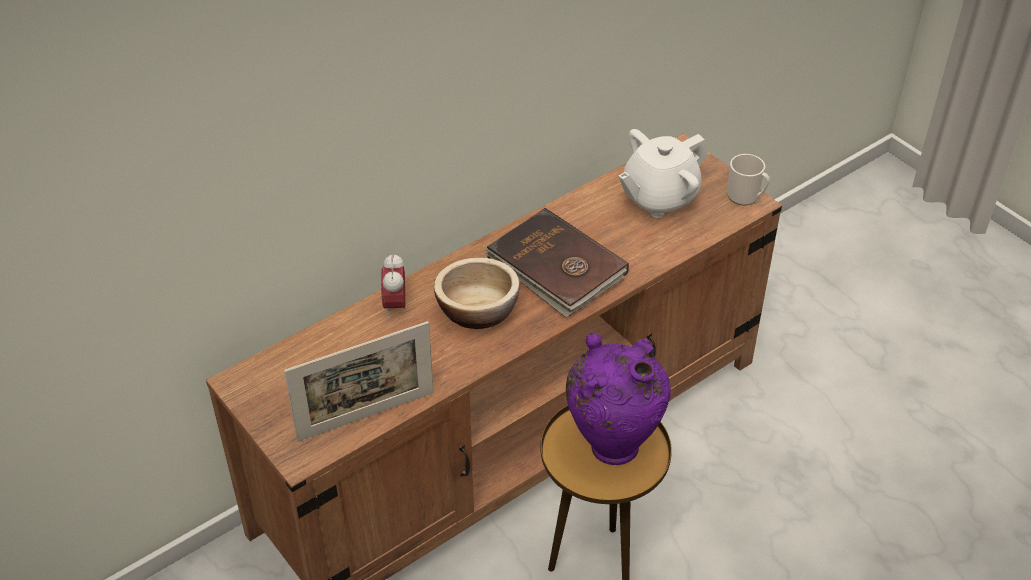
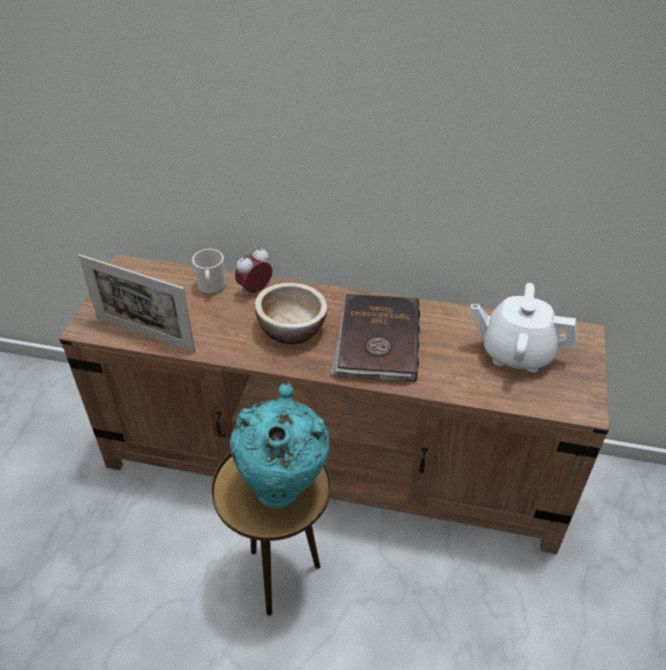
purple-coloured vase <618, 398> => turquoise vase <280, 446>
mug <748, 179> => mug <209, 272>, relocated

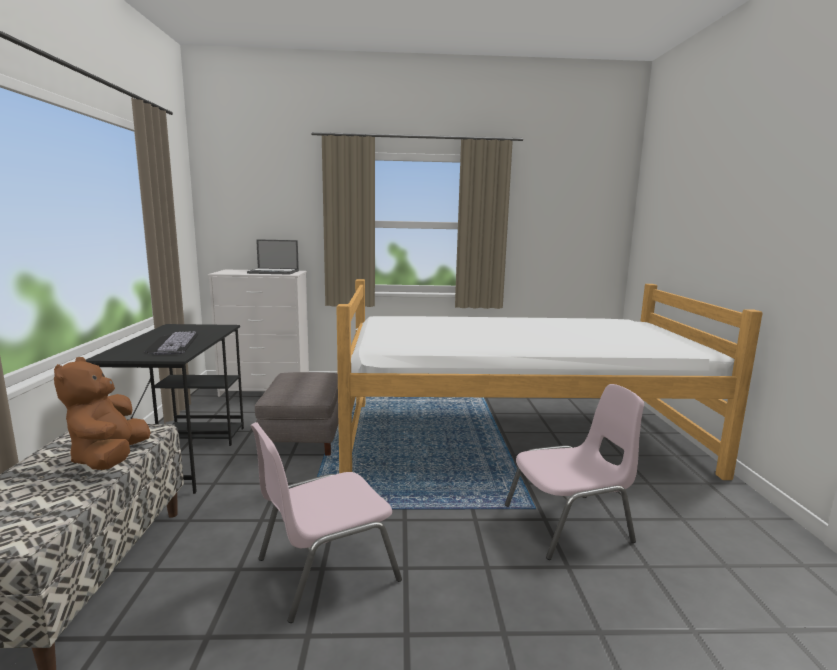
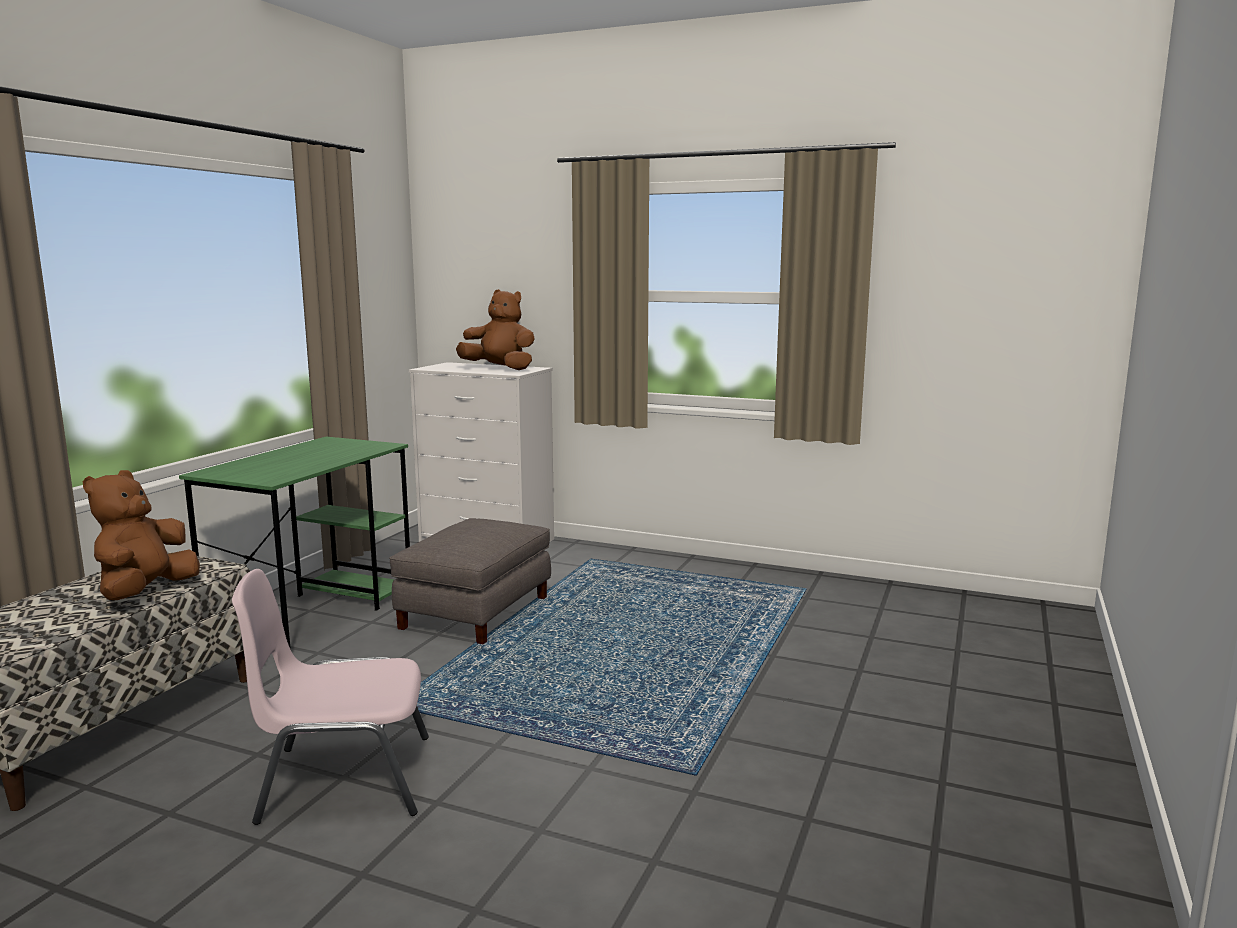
blackish desk table <165, 409> => green desk table <294, 543>
keyboard <171, 343> => nothing
laptop <273, 257> => brown-coloured plush toy <495, 329>
bed <549, 379> => nothing
pink chair <574, 472> => nothing

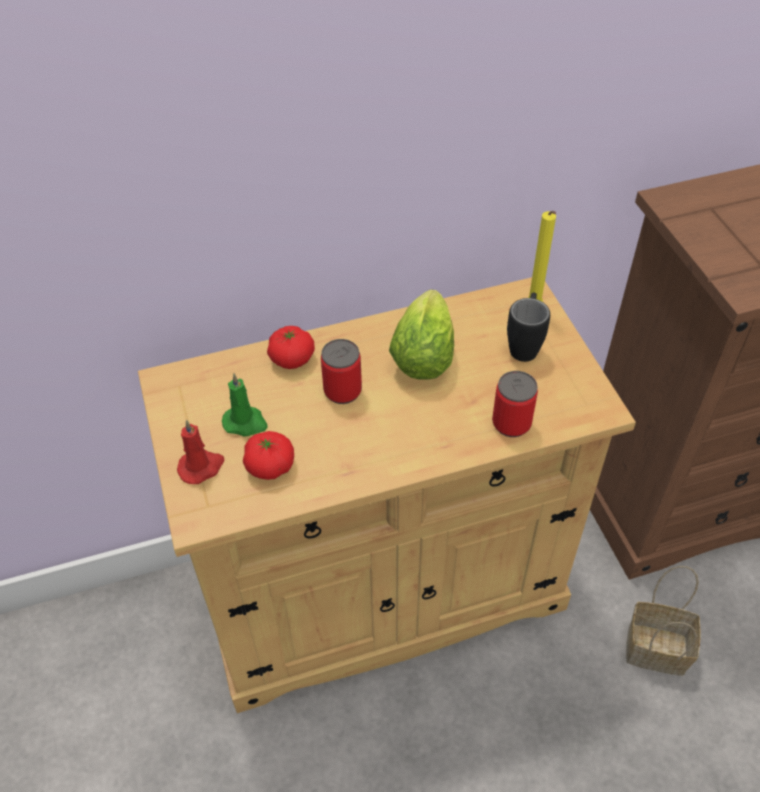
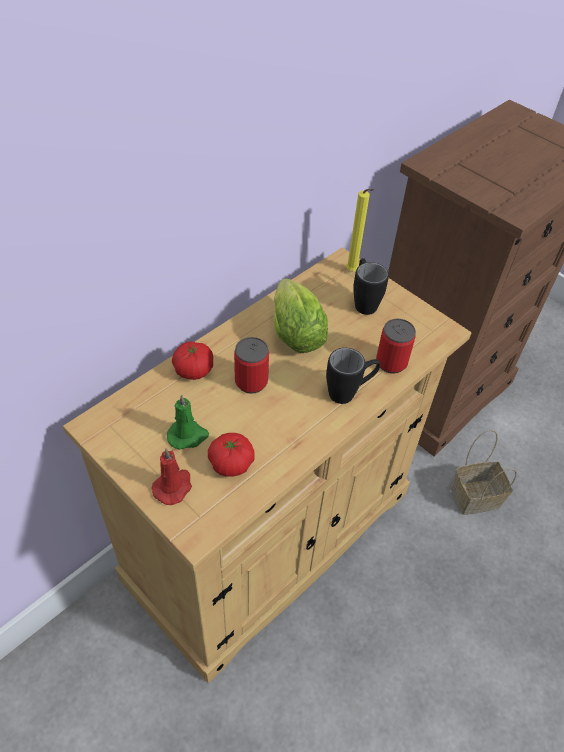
nothing => blackish mug <353, 376>

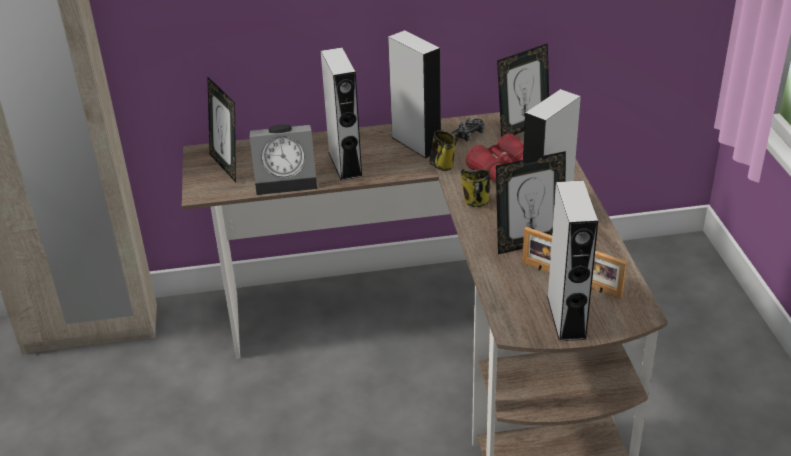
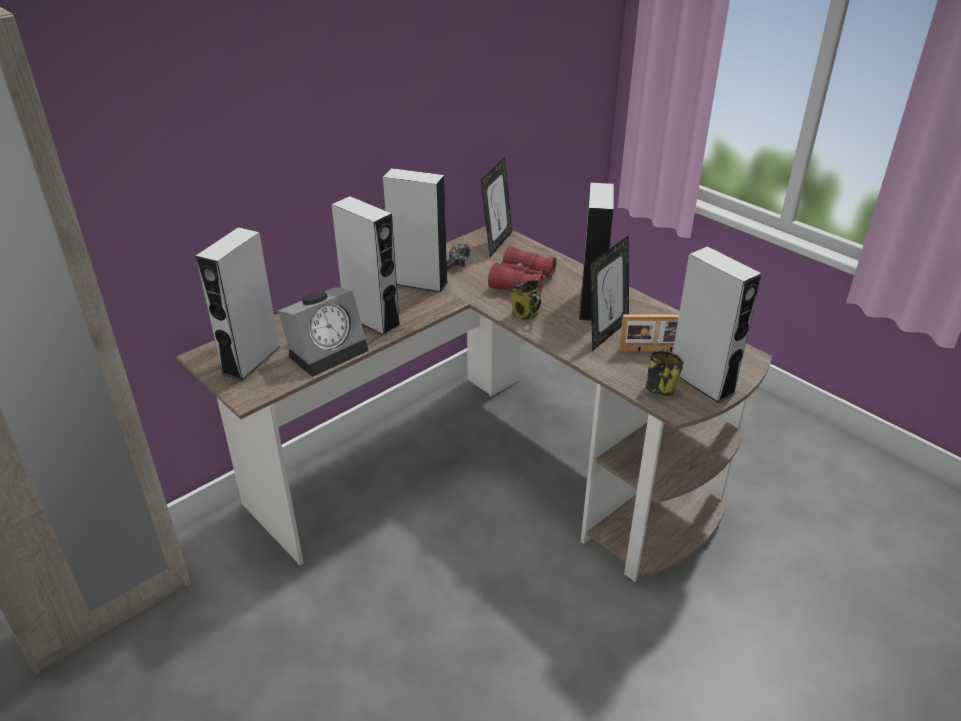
picture frame <221, 129> => grey loudspeaker <238, 304>
mug <444, 150> => mug <665, 372>, relocated

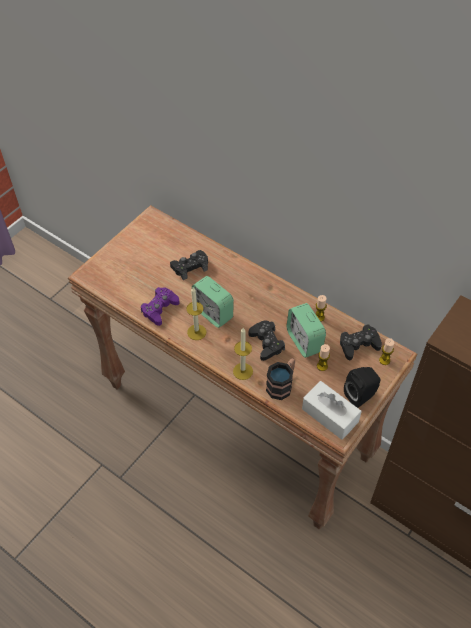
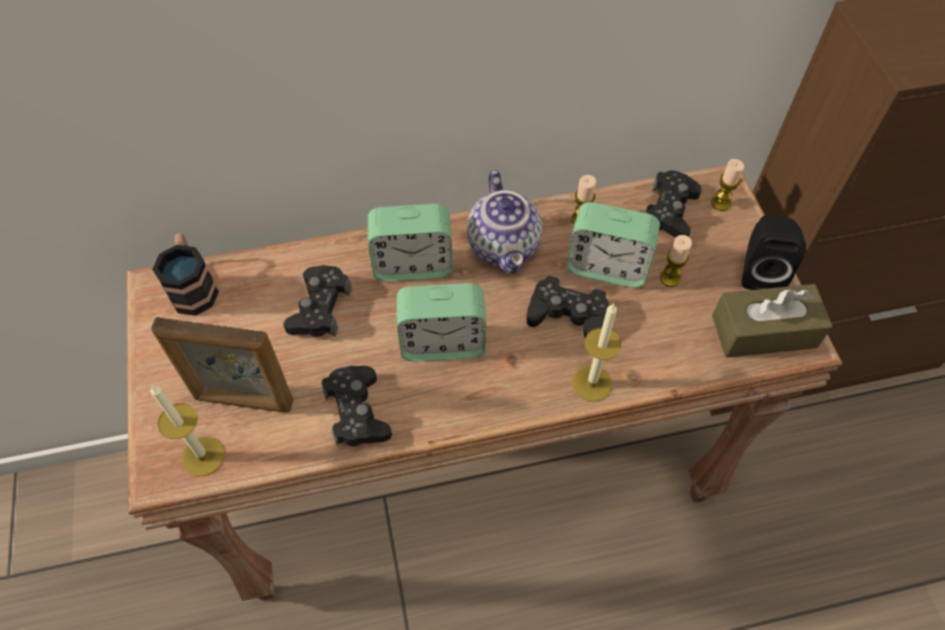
purple-coloured gamepad <160, 306> => blackish gamepad <356, 406>
wax candle <196, 313> => wax candle <187, 430>, relocated
mug <280, 379> => mug <185, 274>, relocated
white tissue holder <332, 410> => brown-coloured tissue holder <772, 321>
nothing => picture frame <222, 365>
nothing => bedside clock <410, 243>
nothing => teapot <504, 222>

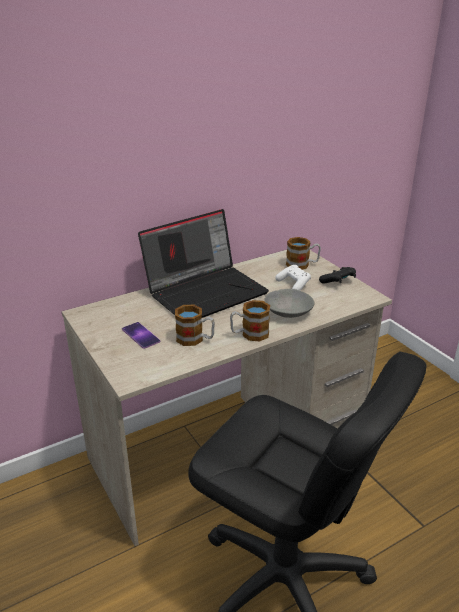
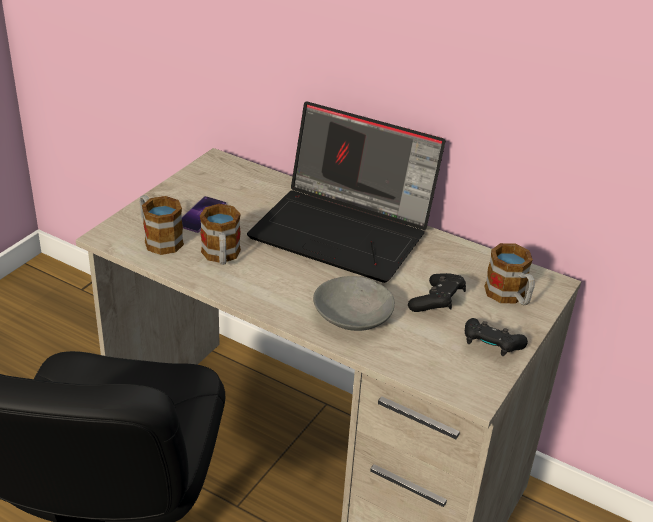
mug <250, 320> => mug <162, 225>, relocated
white gamepad <293, 278> => blackish gamepad <437, 292>

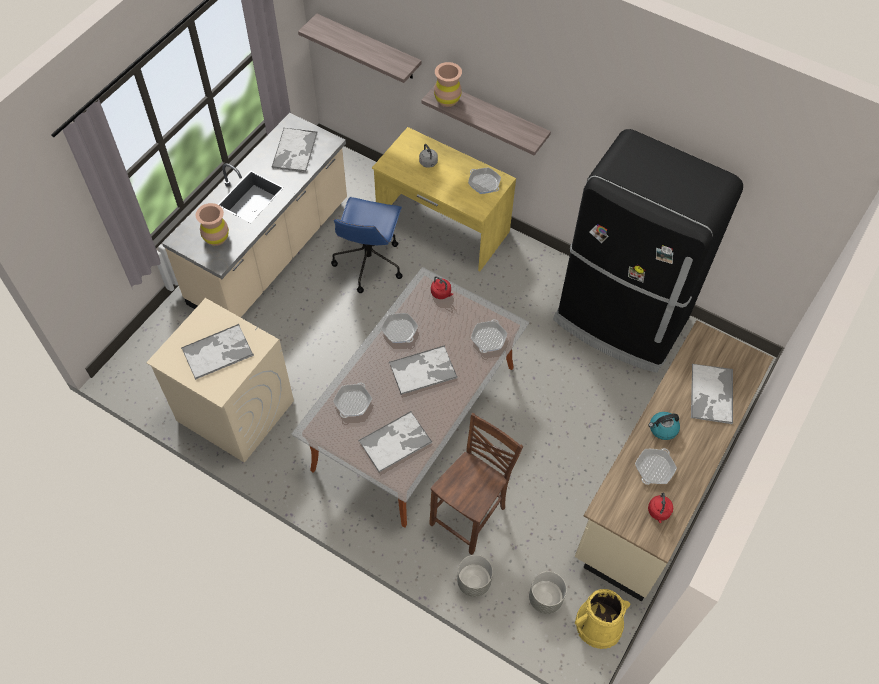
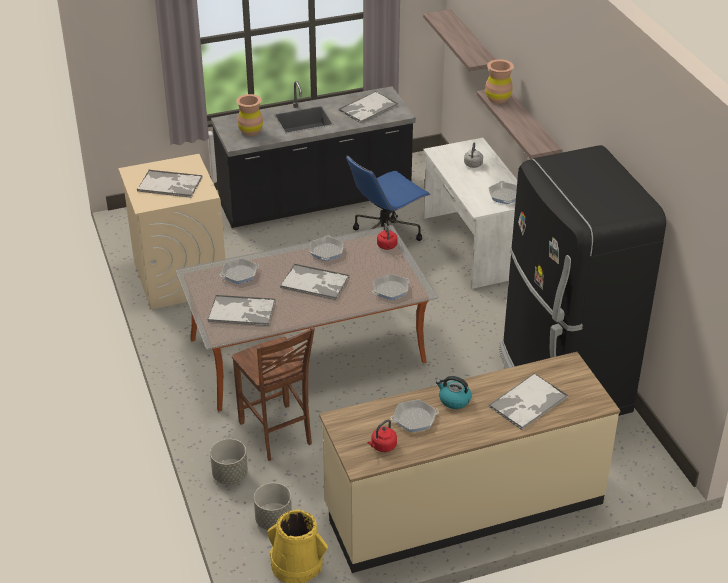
sand-coloured kitchen base unit <254, 215> => blackish kitchen base unit <313, 154>
yellow-coloured desk table <444, 199> => white desk table <470, 213>
brown-coloured chair <476, 484> => brown-coloured chair <273, 394>, 75 degrees clockwise

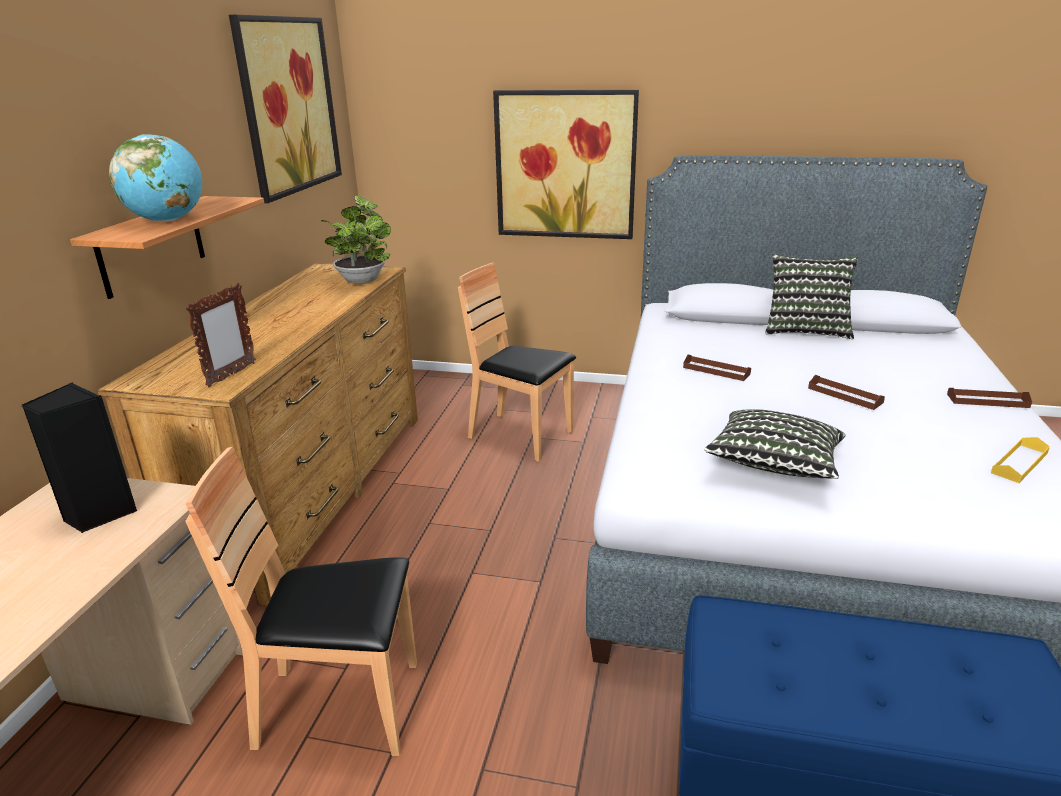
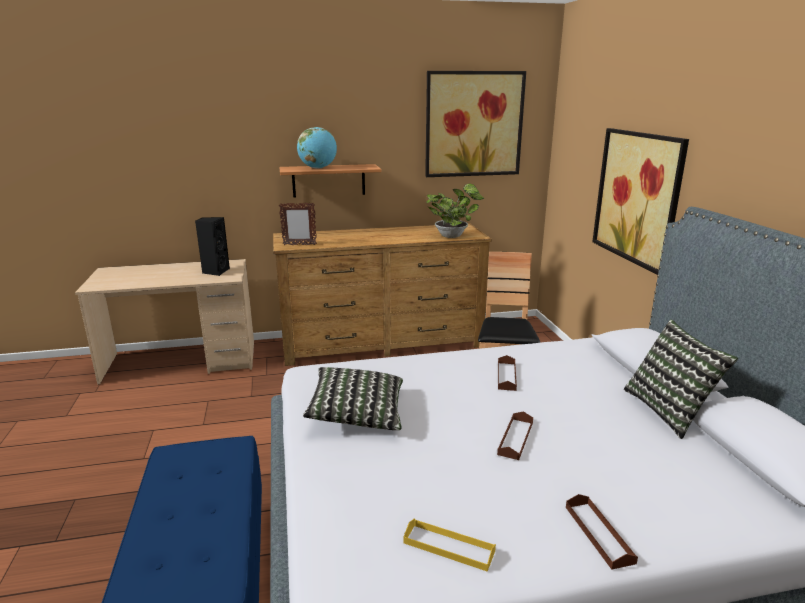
brown-coloured chair <301, 601> => nothing

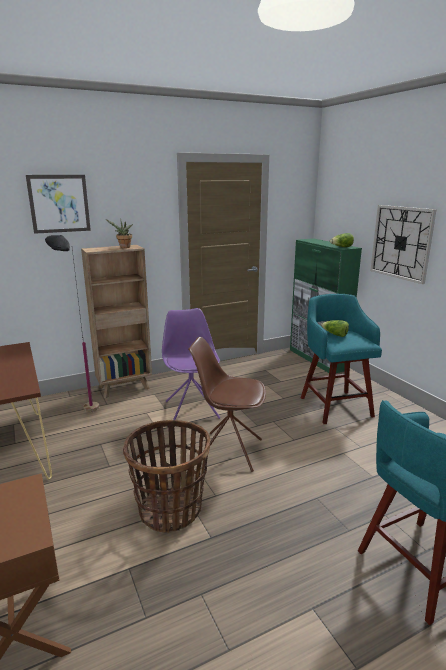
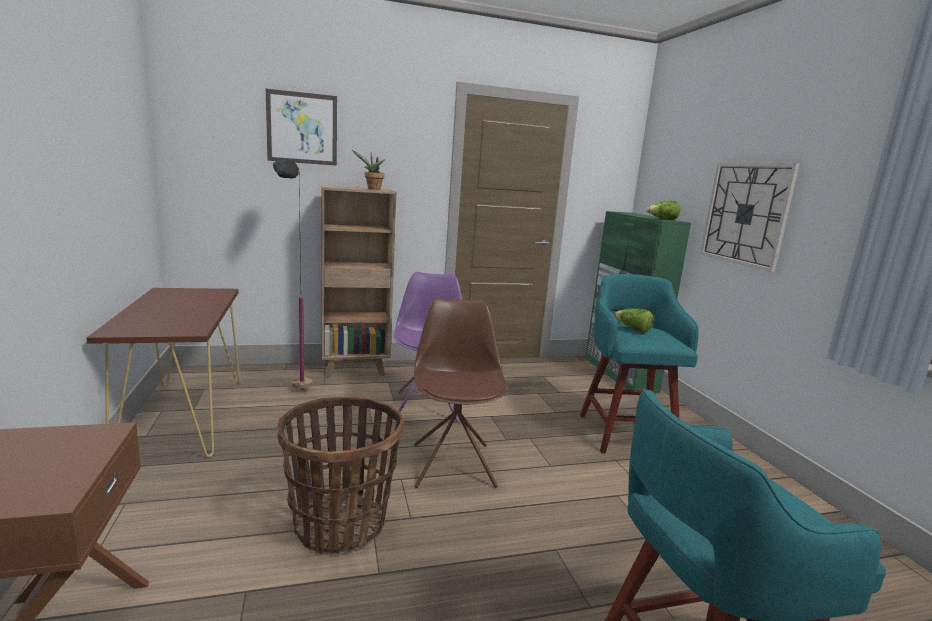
brown-coloured chair <227, 404> => brown-coloured chair <460, 393>, 60 degrees clockwise

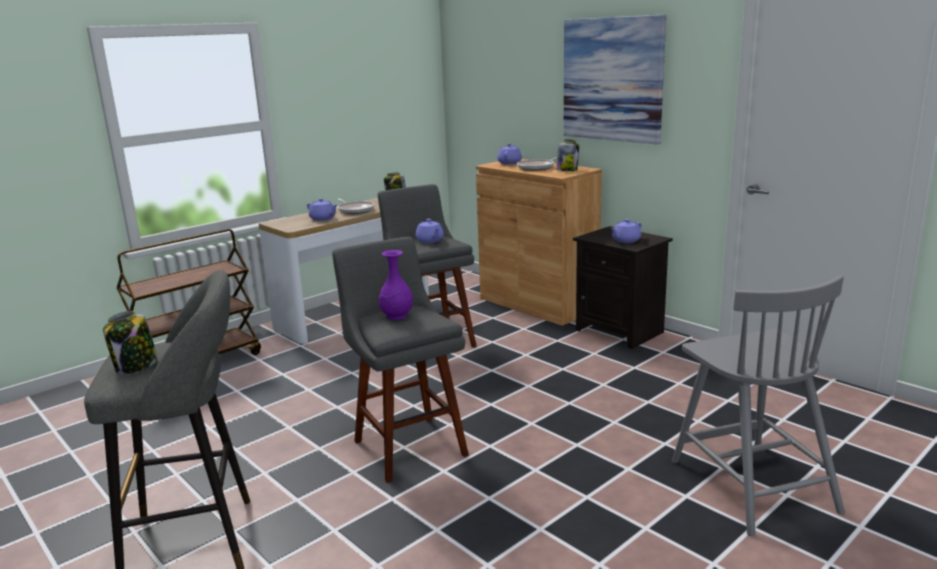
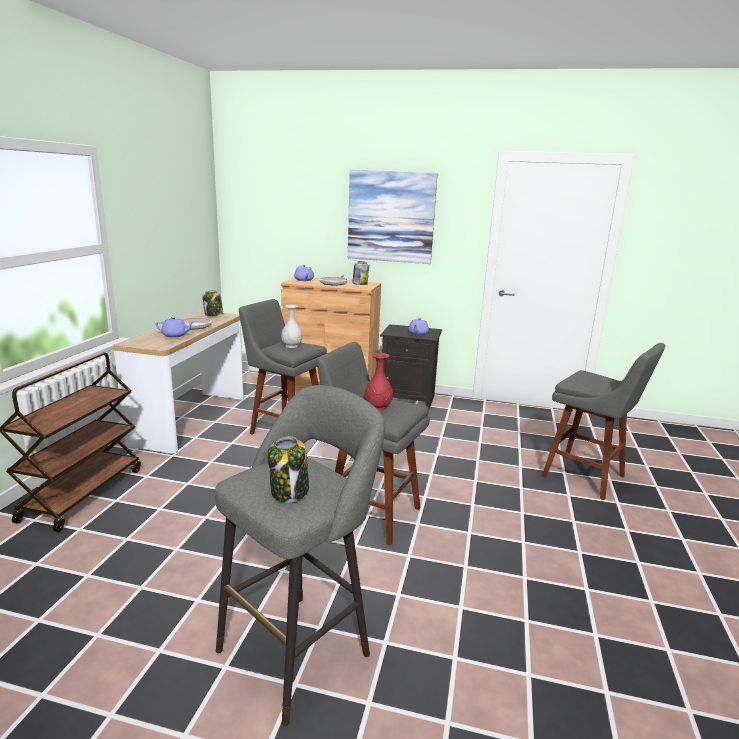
purple-coloured vase <396, 285> => red vase <379, 382>
purple-coloured teapot <429, 231> => white vase <291, 326>
grey chair <758, 405> => grey stool <603, 421>

